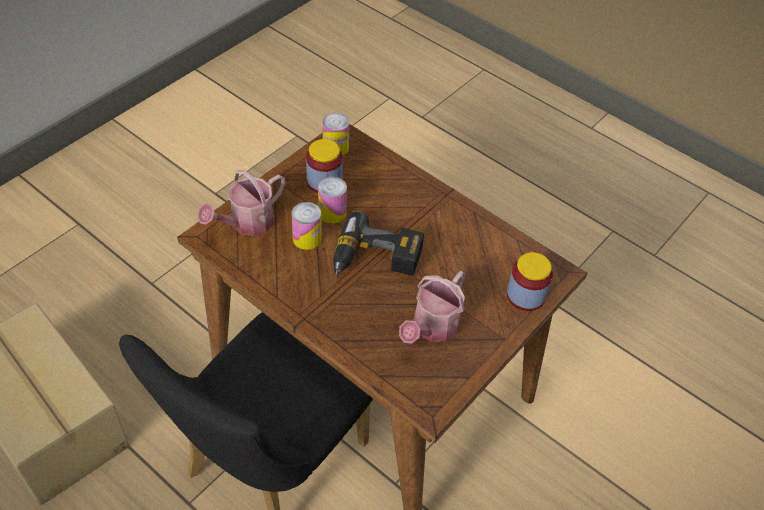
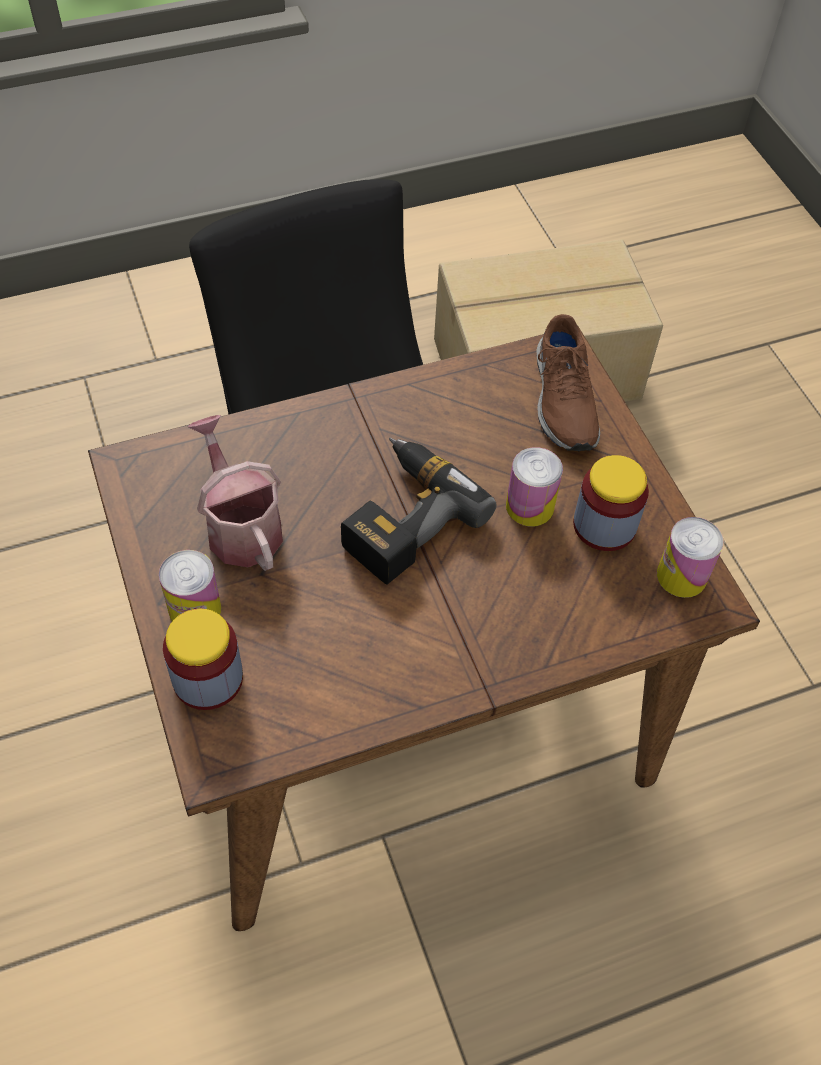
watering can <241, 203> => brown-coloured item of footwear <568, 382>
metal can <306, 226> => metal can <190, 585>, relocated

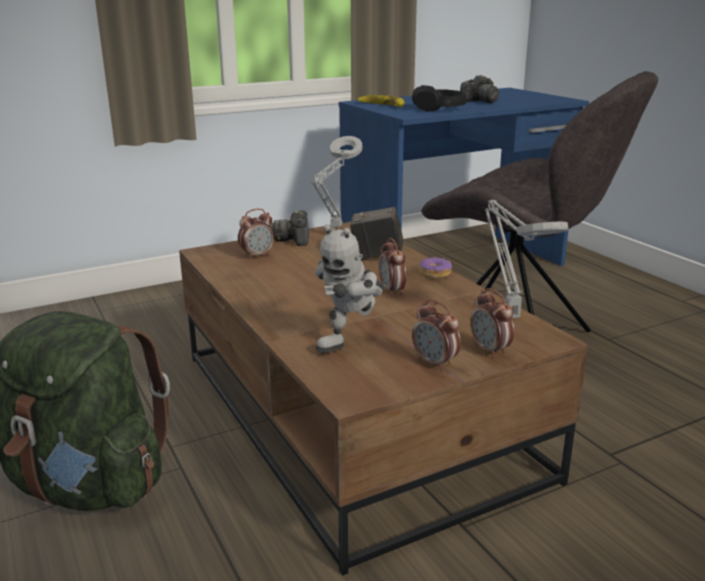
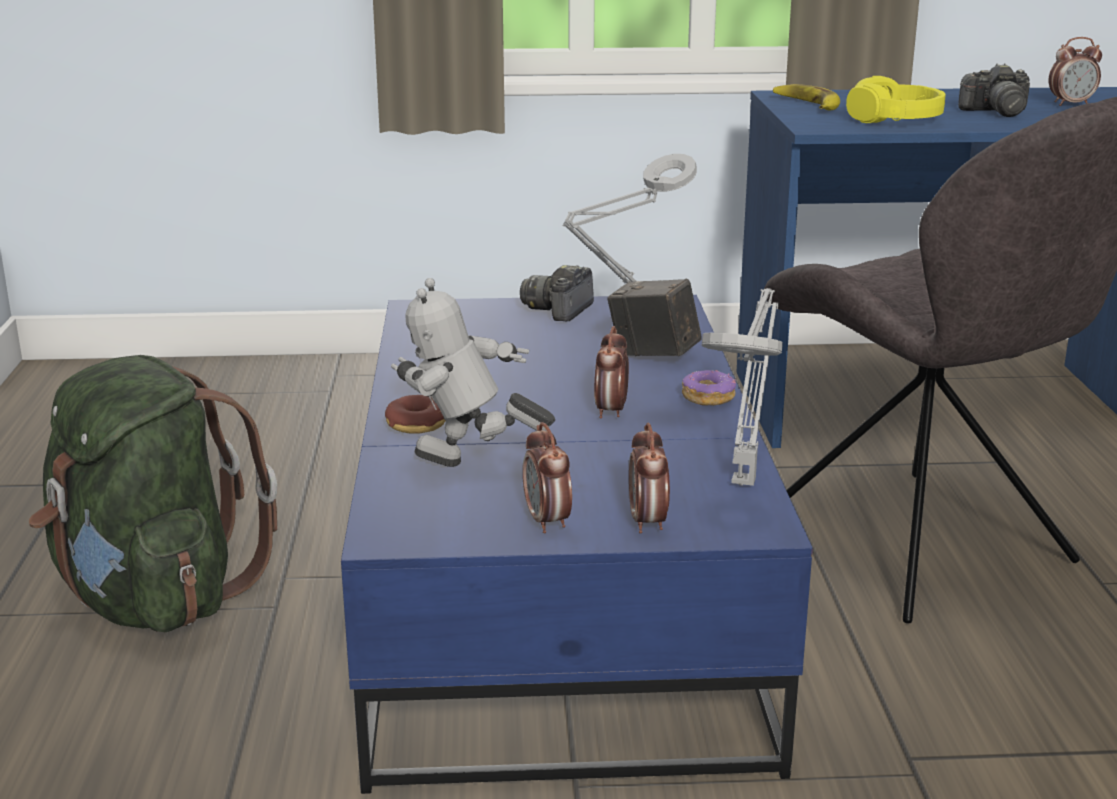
brown-coloured coffee table <383, 399> => blue coffee table <577, 544>
bedside clock <256, 234> => bedside clock <1075, 71>, relocated
model robot <349, 288> => model robot <473, 372>, 45 degrees clockwise
blackish pair of headphones <439, 98> => yellow-coloured pair of headphones <896, 99>
nothing => ring doughnut <415, 414>

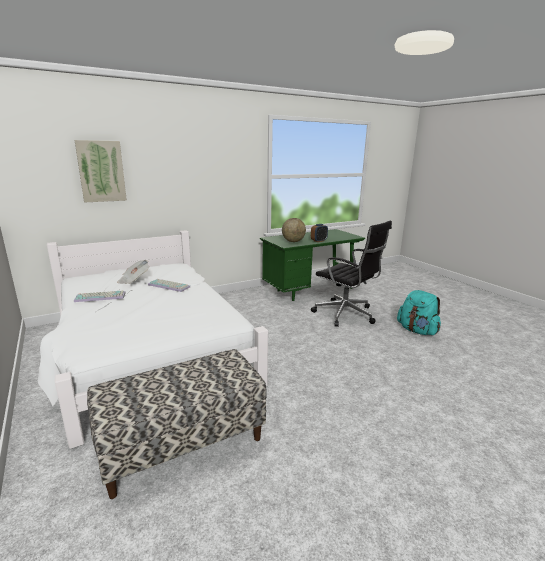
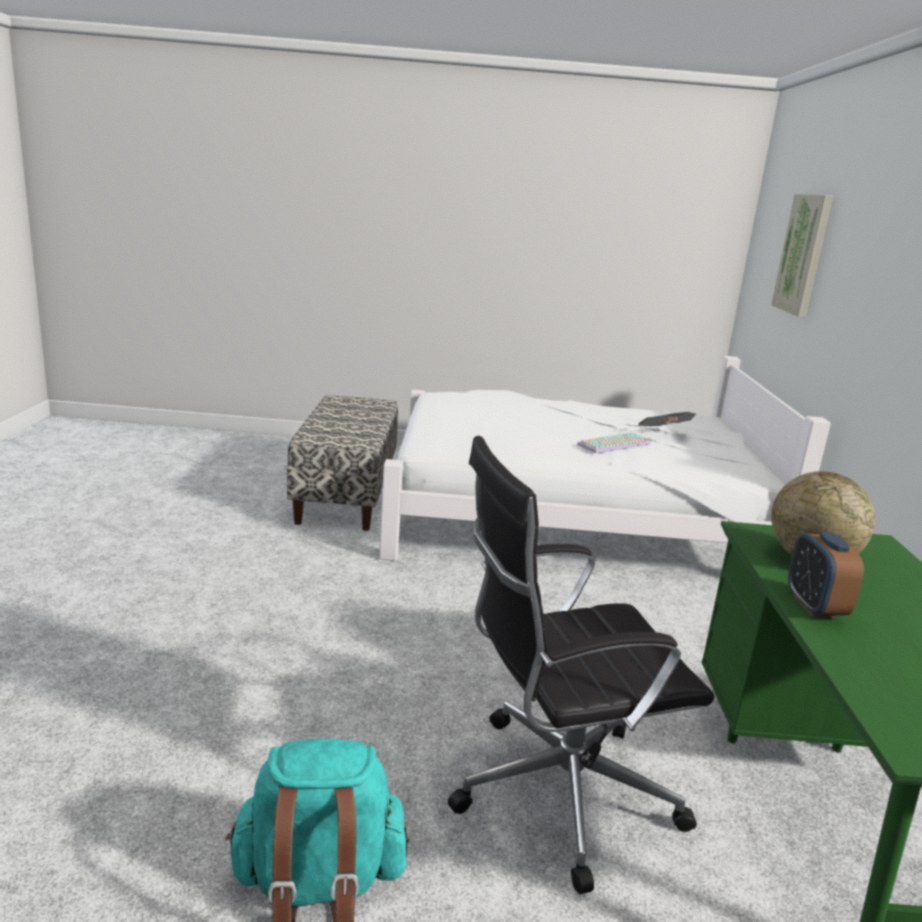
keyboard <99, 296> => nothing

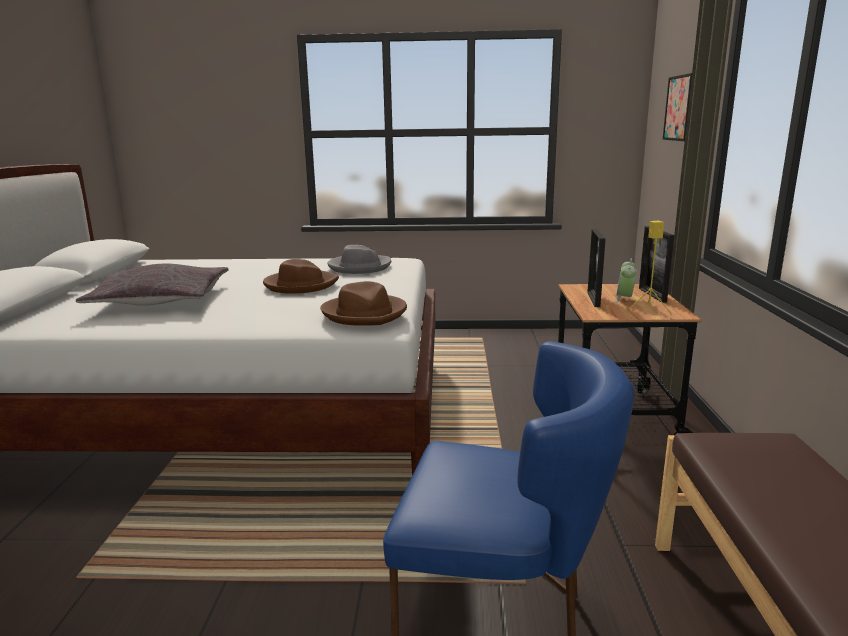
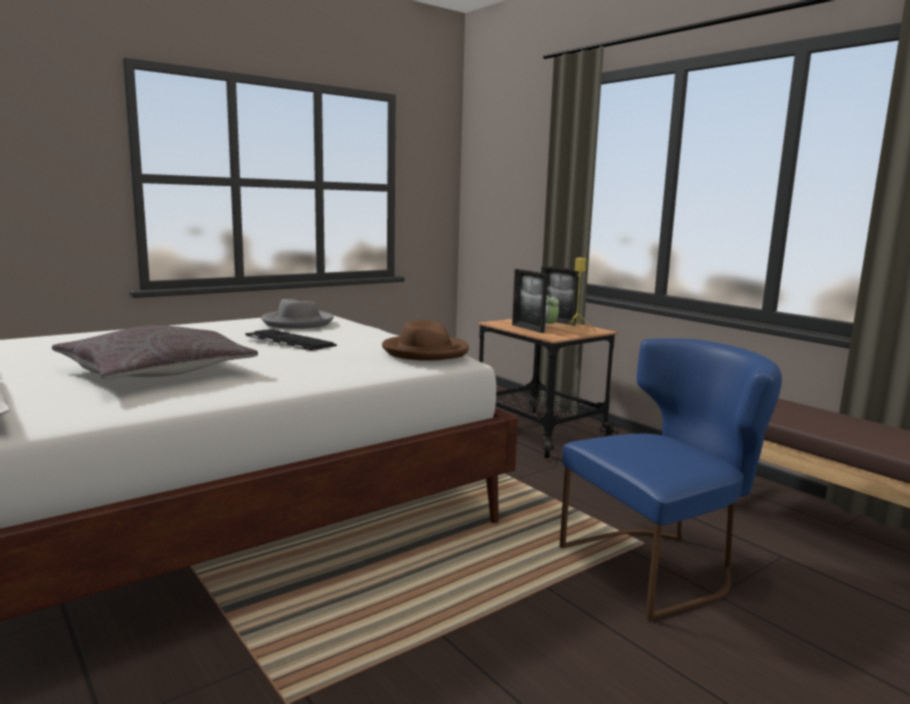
brown-coloured wearable hat <301, 276> => keyboard <291, 340>
picture <677, 107> => nothing

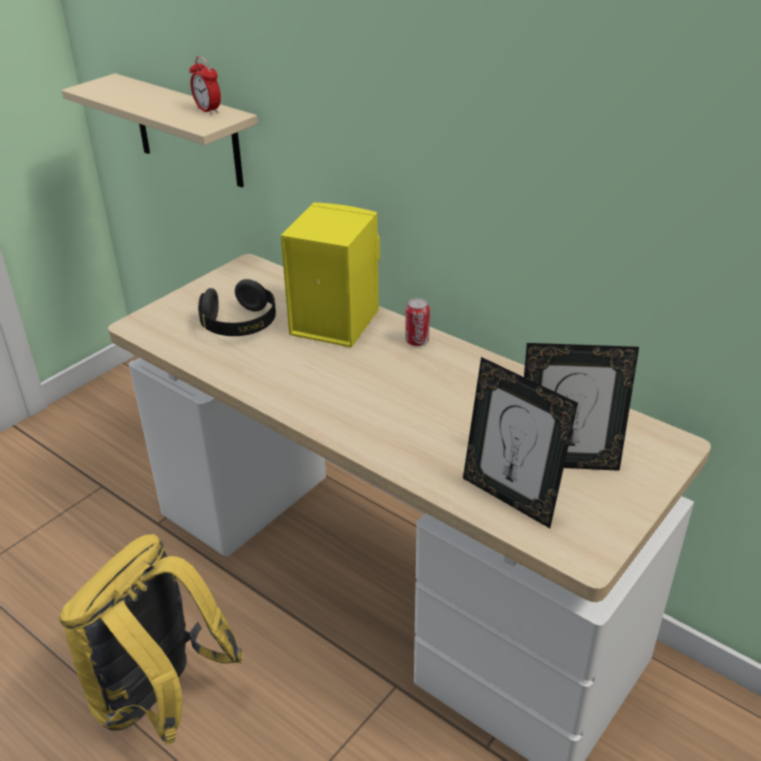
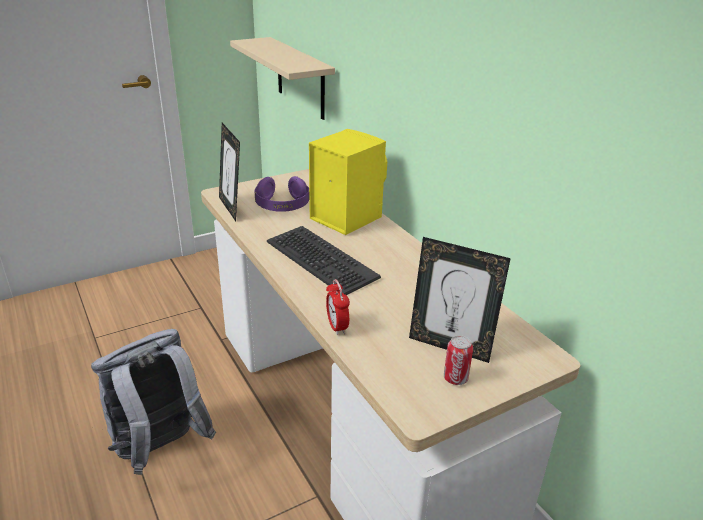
yellow-coloured rucksack <151, 639> => grey rucksack <153, 402>
bedside clock <205, 85> => bedside clock <338, 307>, relocated
blackish pair of headphones <237, 307> => purple-coloured pair of headphones <281, 194>
metal can <418, 322> => metal can <458, 360>, relocated
picture frame <520, 442> => picture frame <229, 172>, relocated
nothing => keyboard <324, 260>

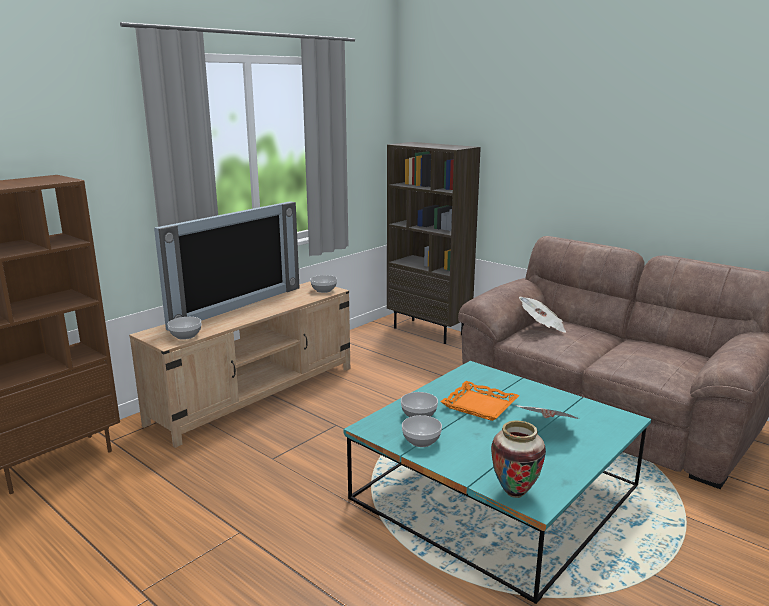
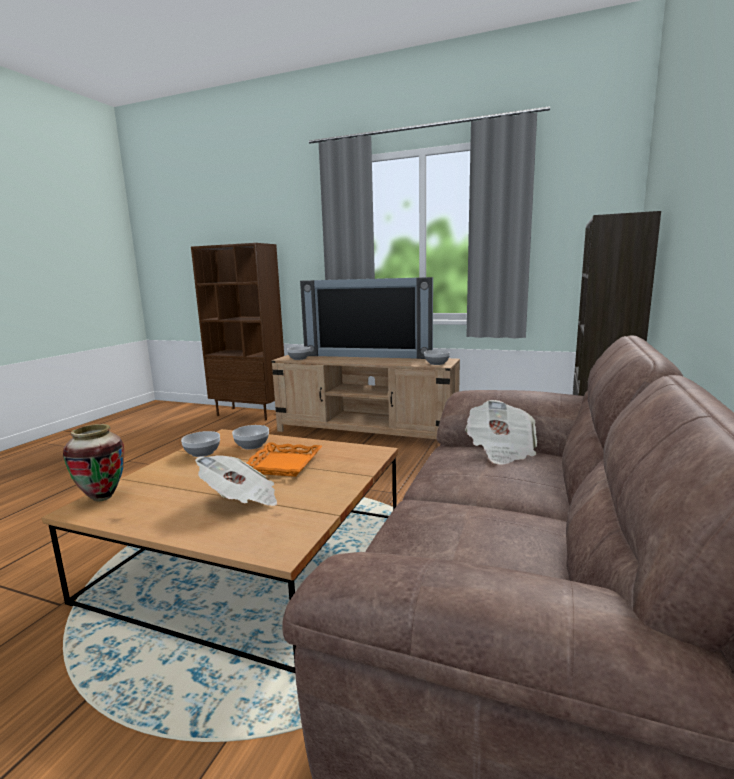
turquoise coffee table <497, 482> => brown-coloured coffee table <219, 551>

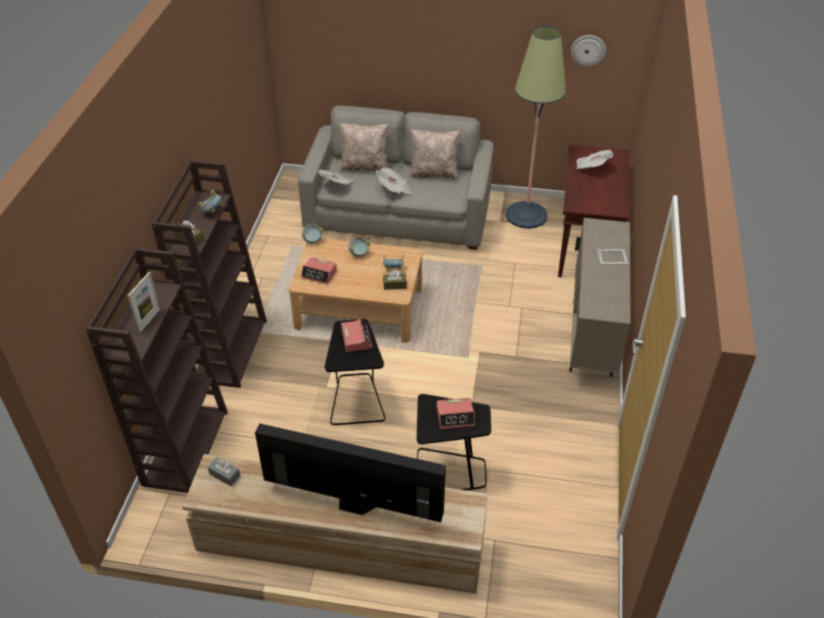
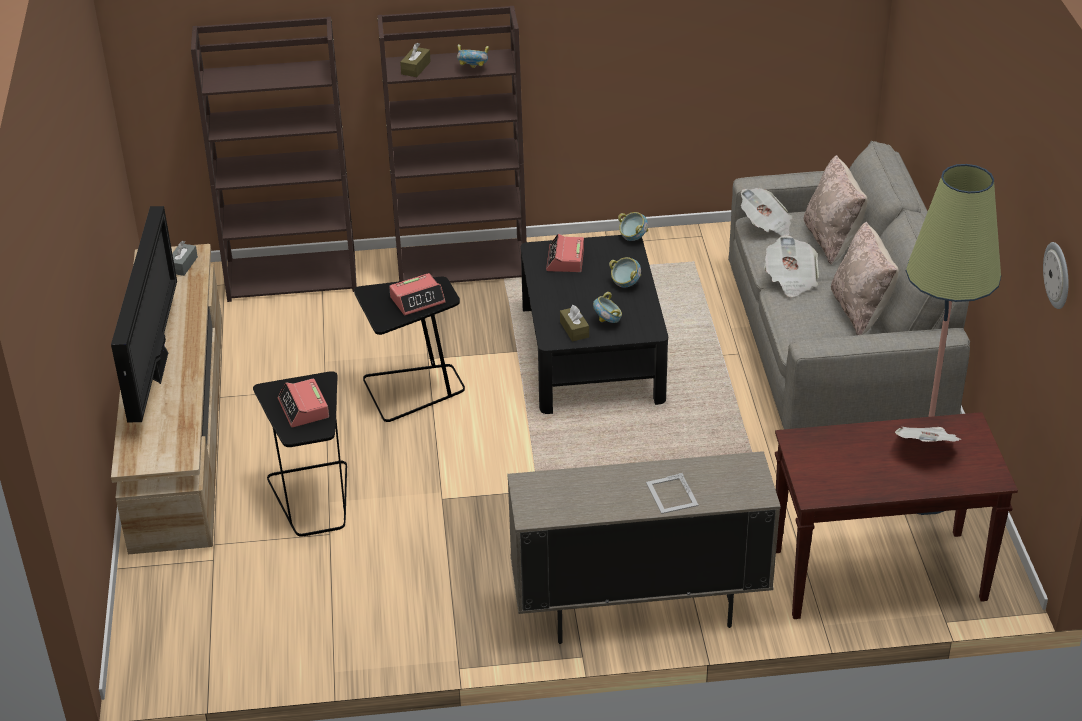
picture frame <143, 302> => nothing
sand-coloured coffee table <355, 290> => blackish coffee table <594, 324>

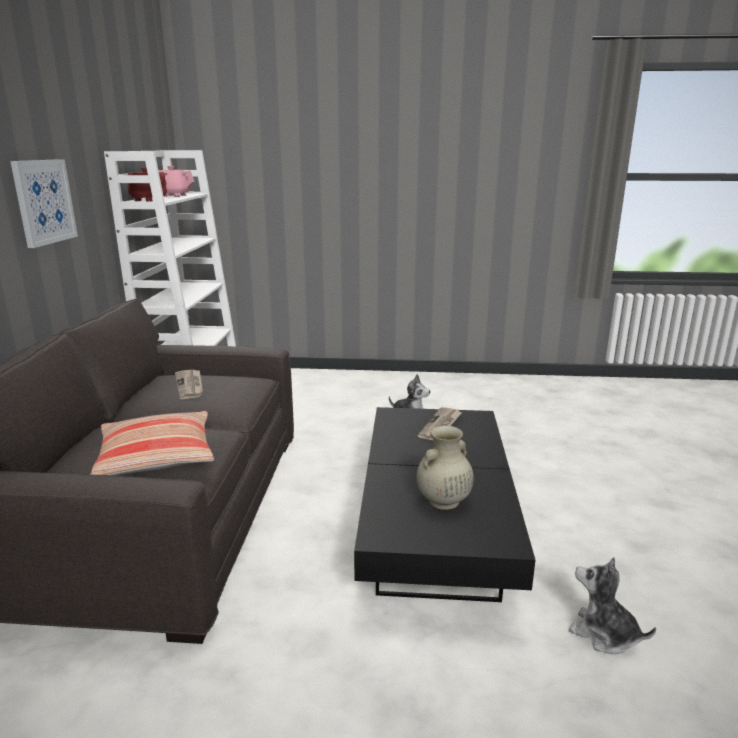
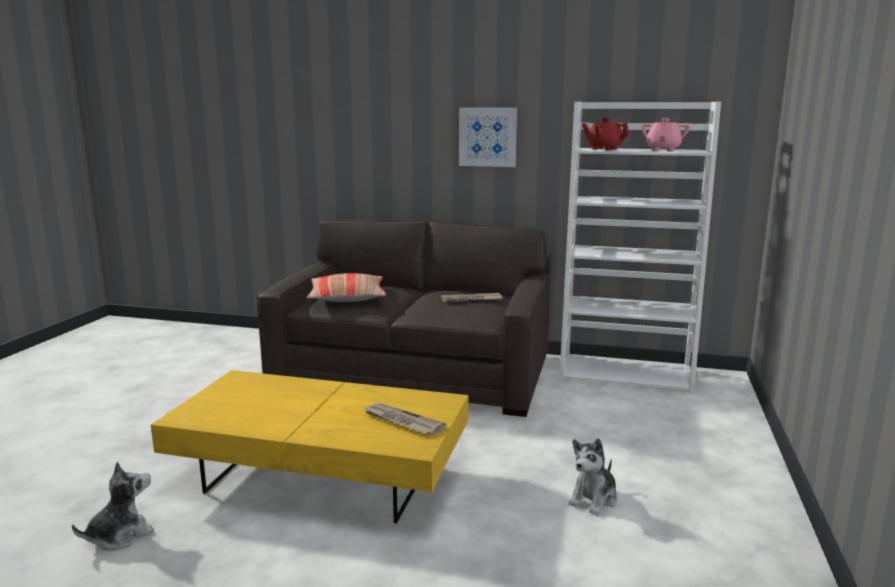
blackish coffee table <444, 504> => yellow-coloured coffee table <309, 446>
sand-coloured vase <445, 467> => nothing

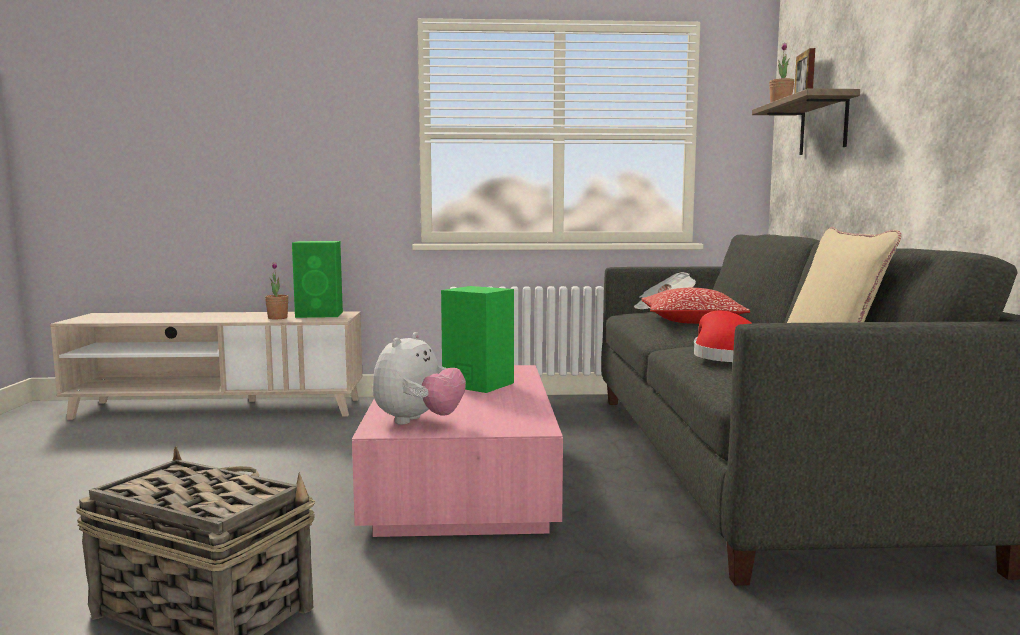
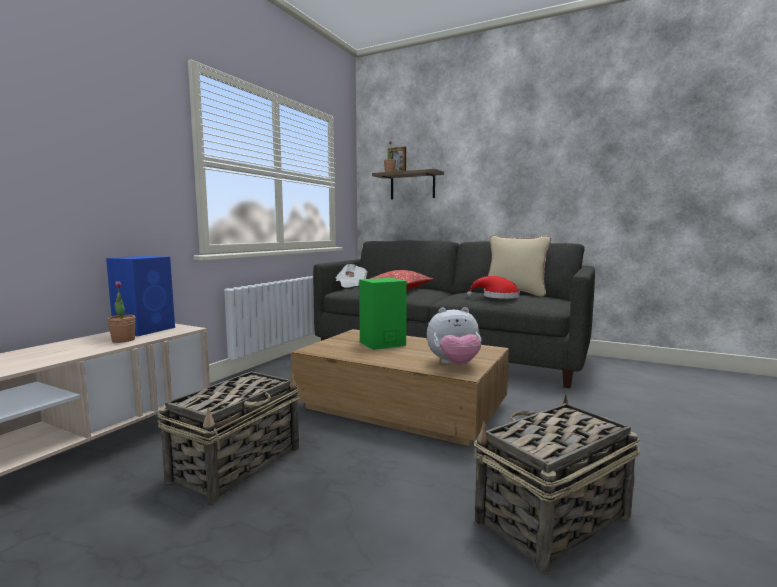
green loudspeaker <317, 279> => blue loudspeaker <140, 296>
pink coffee table <457, 451> => brown-coloured coffee table <400, 387>
plush toy <419, 378> => plush toy <454, 336>, 120 degrees clockwise
nothing => basket <228, 437>

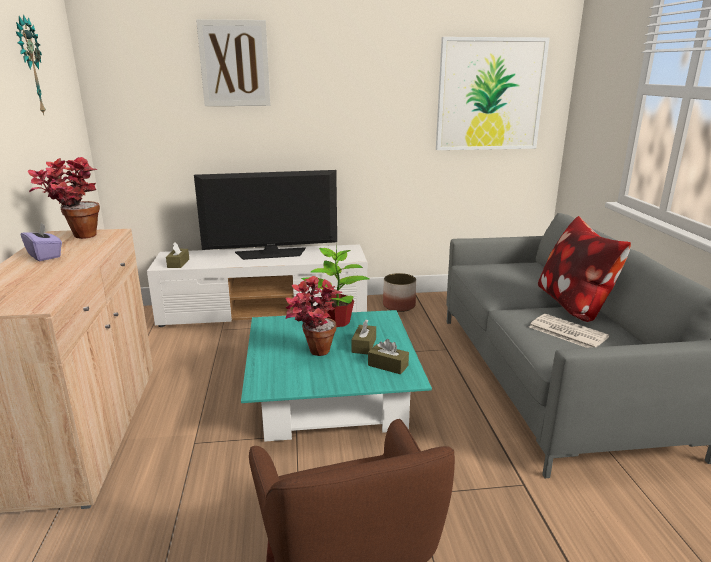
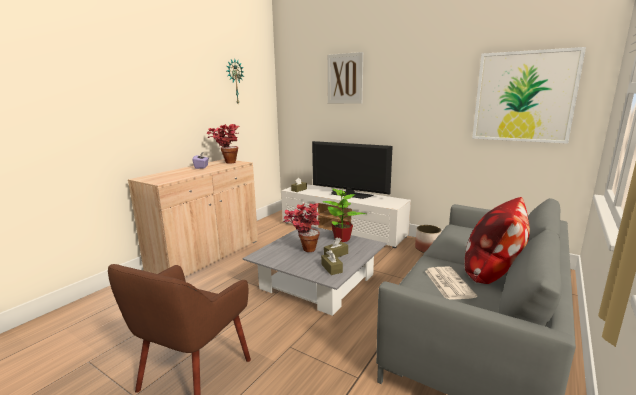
turquoise coffee table <336, 376> => grey coffee table <314, 271>

